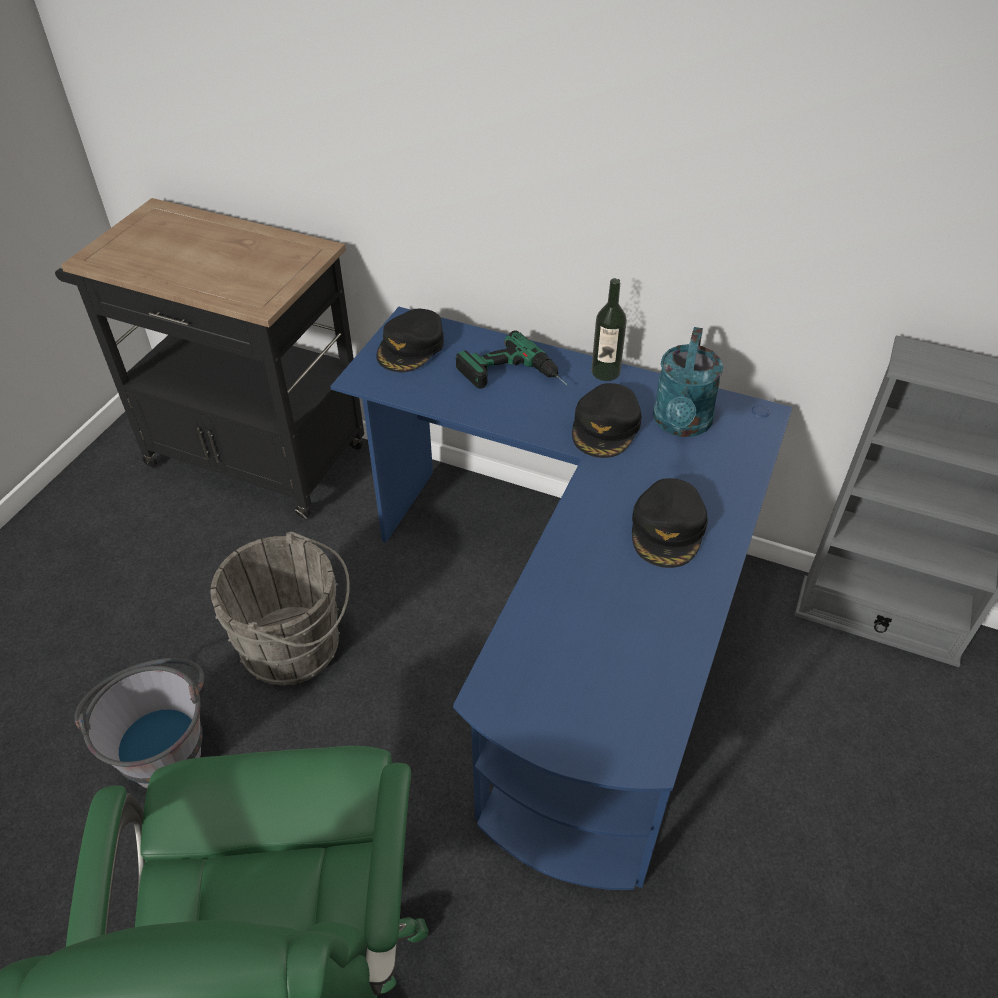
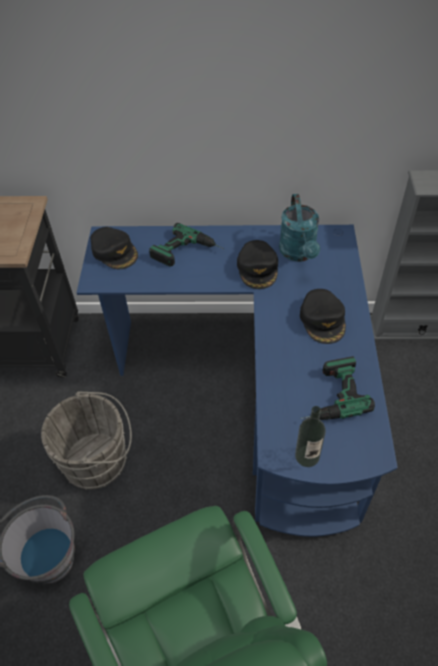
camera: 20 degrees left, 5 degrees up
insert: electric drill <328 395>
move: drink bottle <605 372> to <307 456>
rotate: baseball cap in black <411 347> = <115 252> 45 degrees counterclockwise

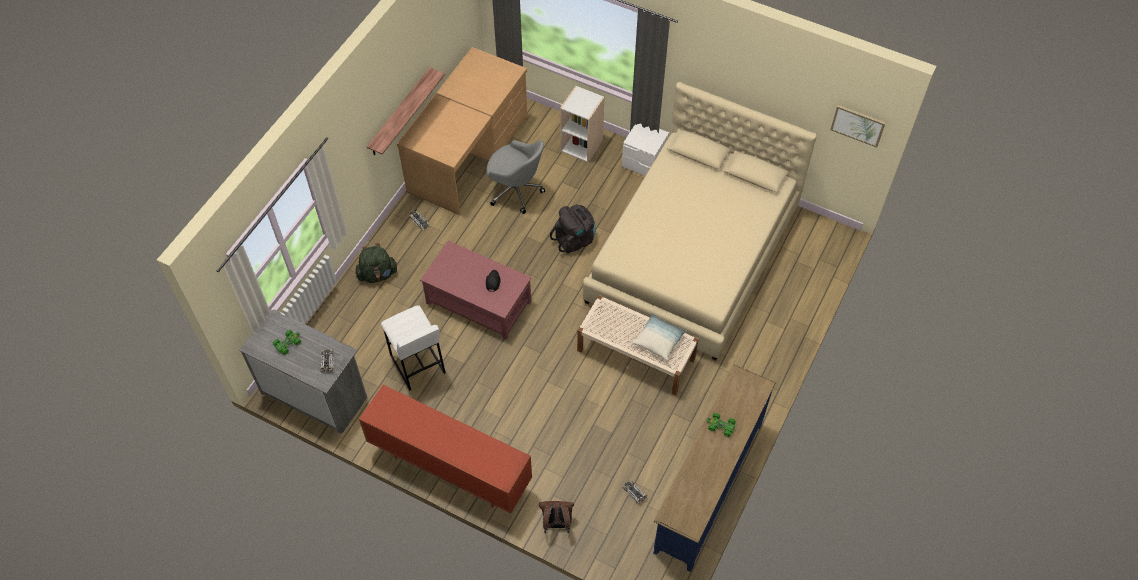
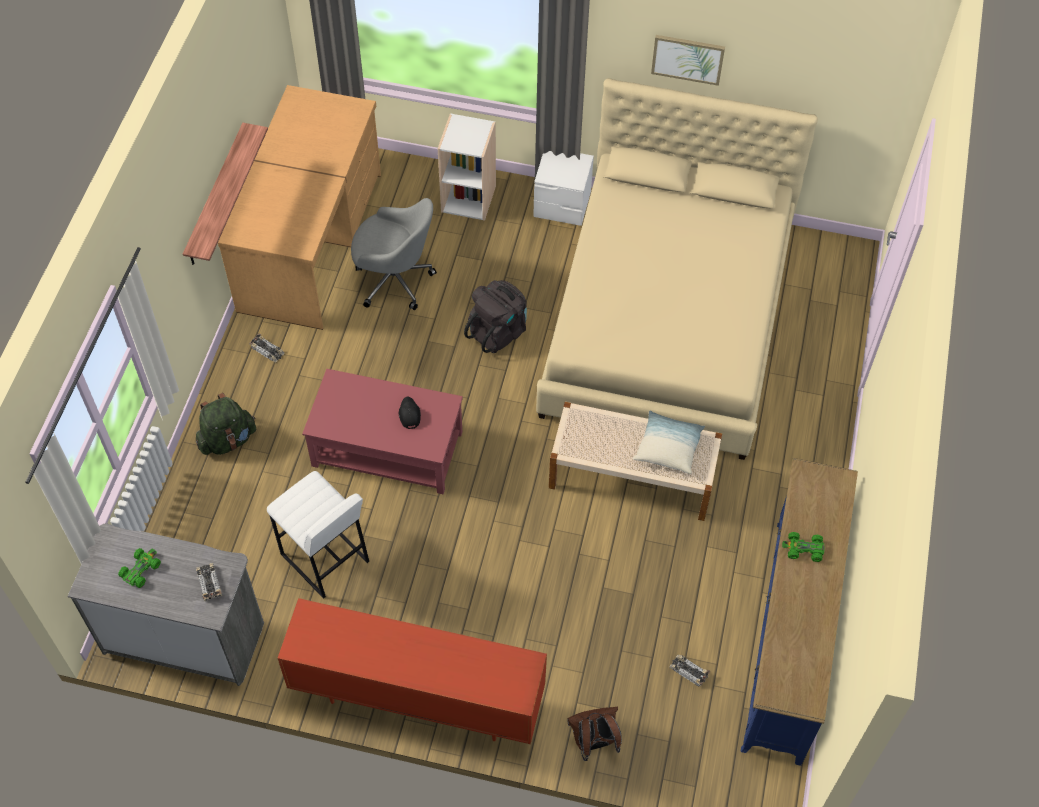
camera: 15 degrees left, 0 degrees up
move: wall picture <858 125> to <687 59>

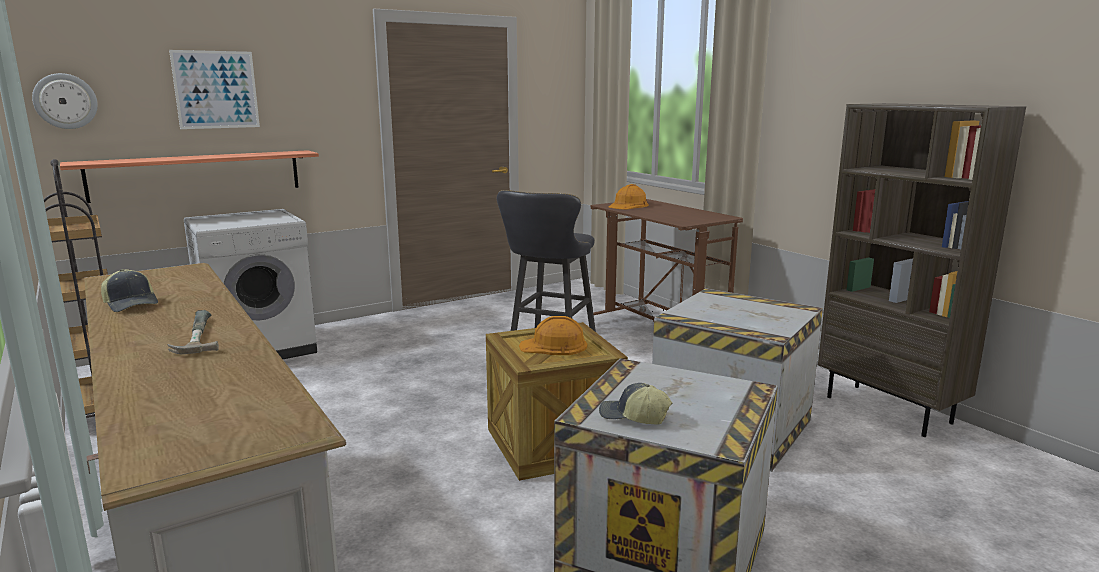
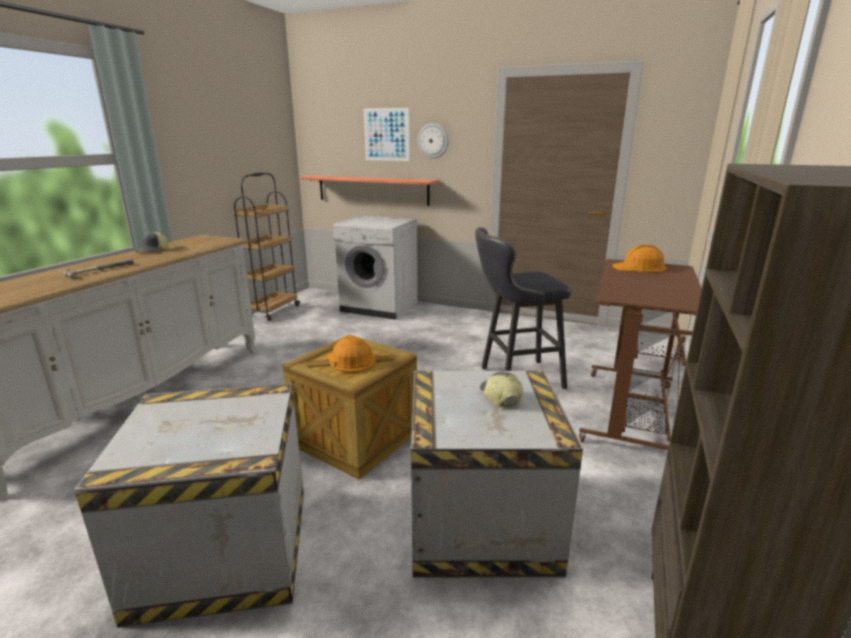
camera: 55 degrees right, 5 degrees up
move: wall clock <65 101> to <433 141>; baseball cap <633 417> to <499 396>

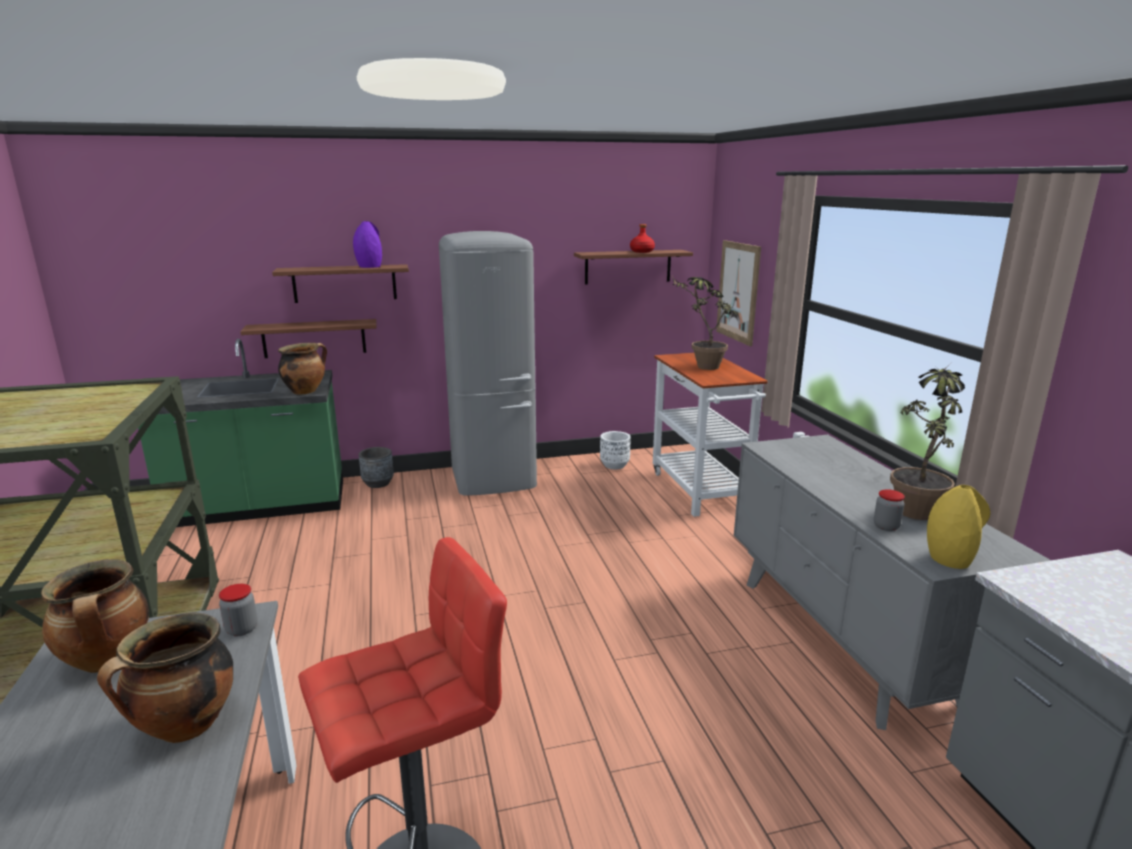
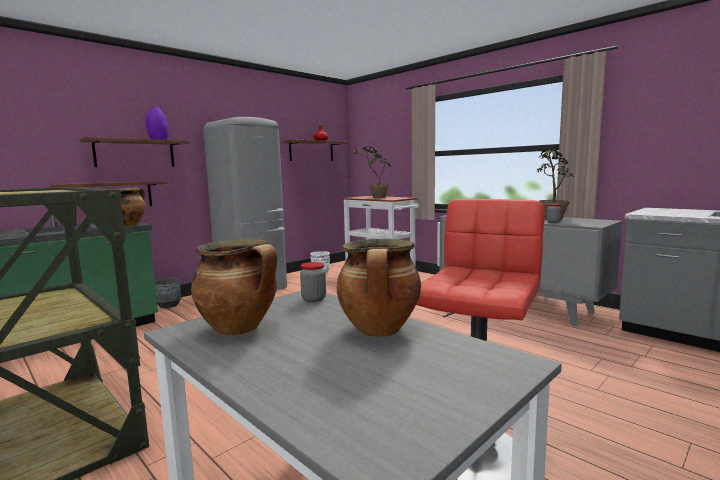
camera: 30 degrees left, 10 degrees down
delete: wall picture <738 291>; vase in yellow <950 559>

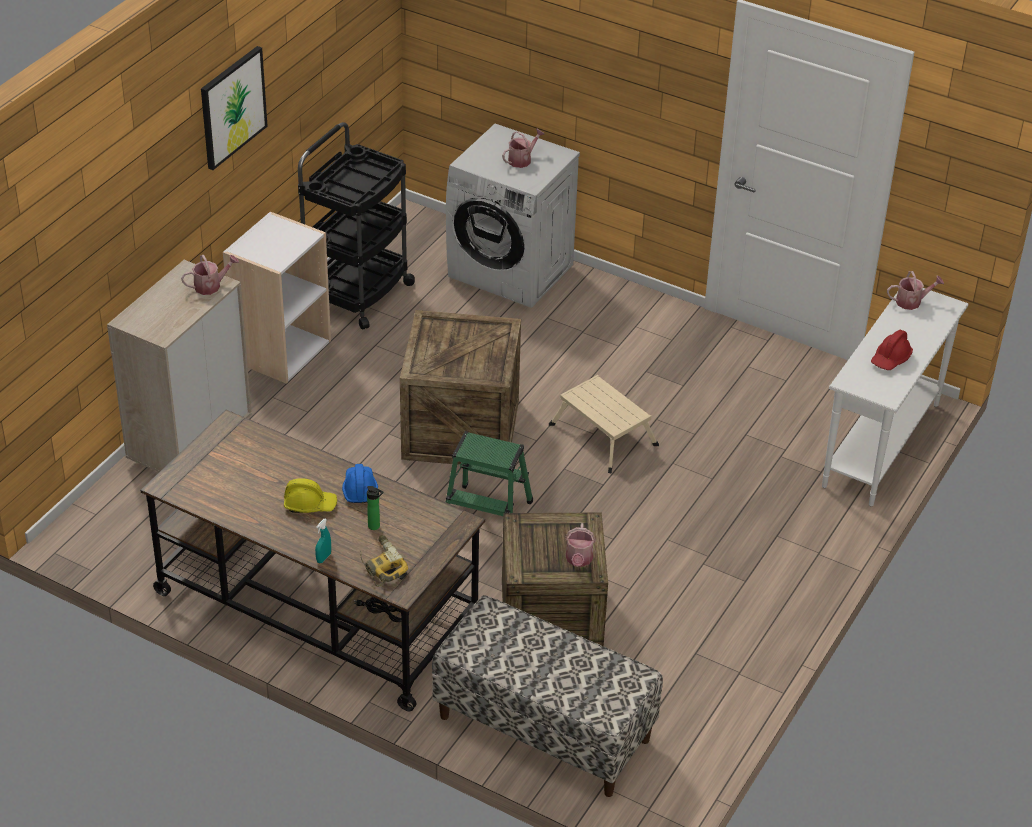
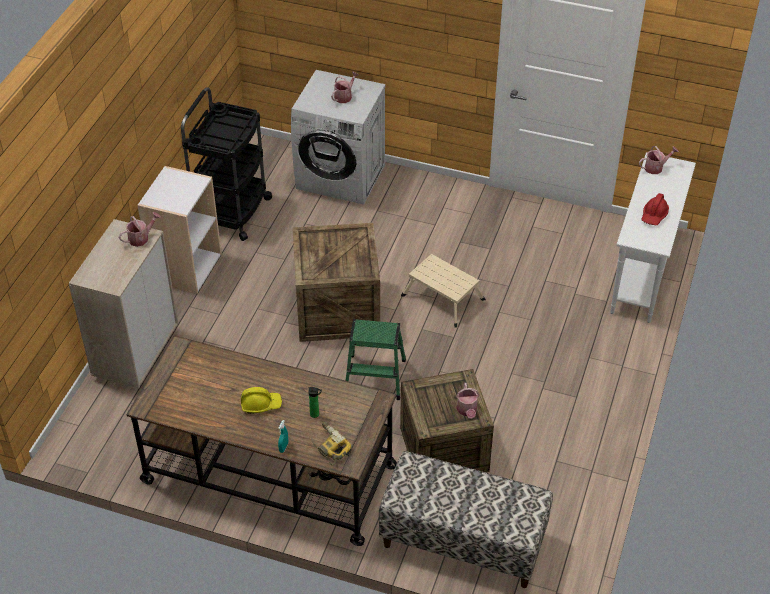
camera: 10 degrees left, 5 degrees up
delete: wall picture <232 107>; hard hat in bluish <359 489>

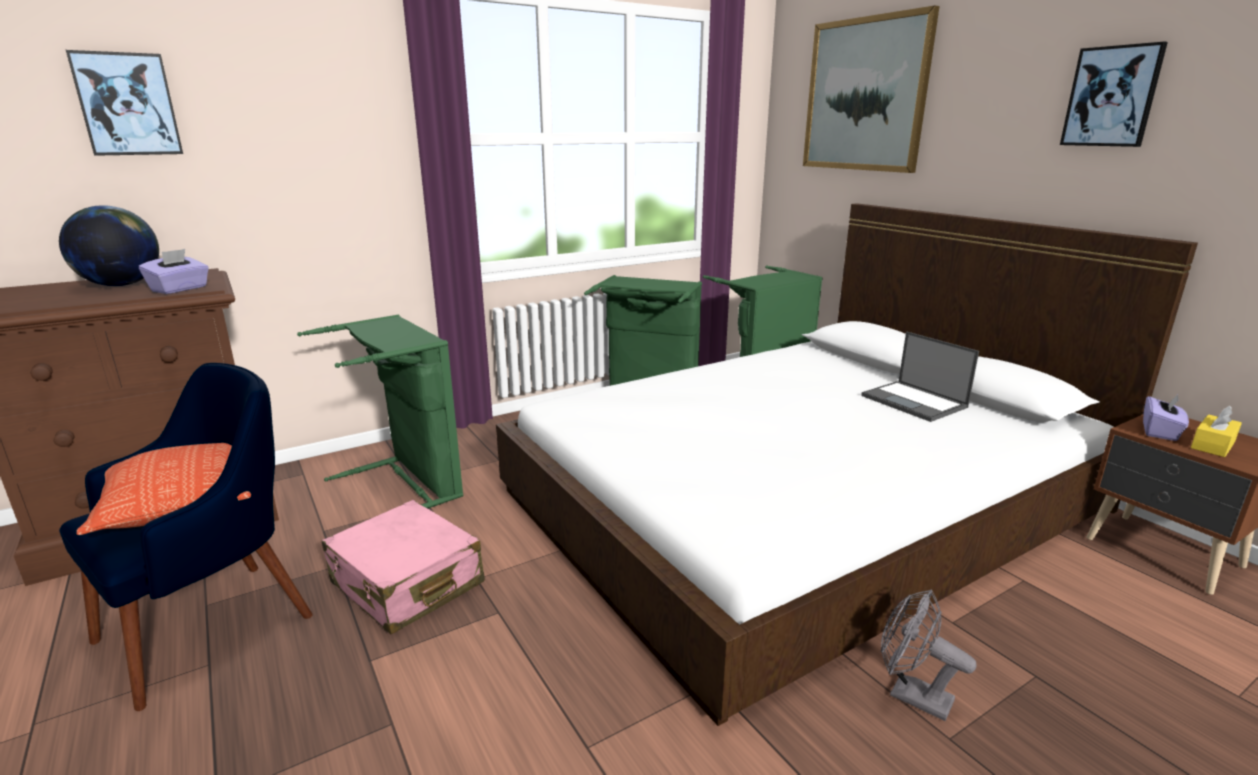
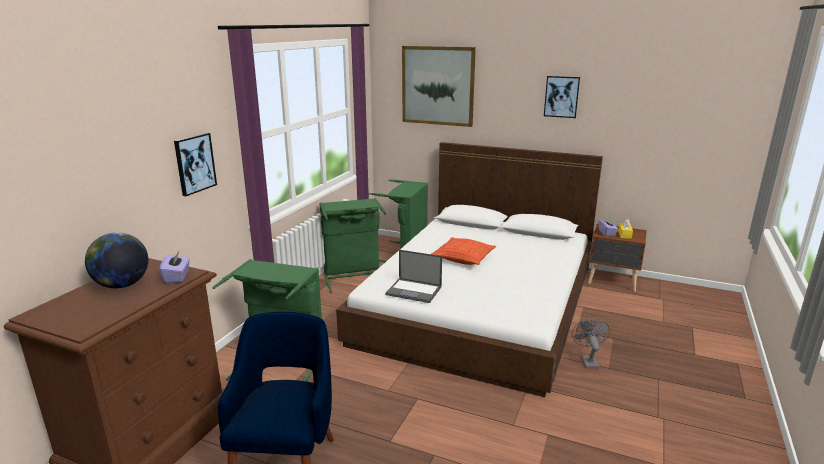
camera: 35 degrees left, 0 degrees up
delete: travel case in pinkish <407 583>
move: wall picture <127 104> to <194 163>; portable computer <915 402> to <414 291>; cushion in orange-coloured <181 504> to <464 259>
rotate: electric fan in grey <911 695> = <588 360> 90 degrees clockwise

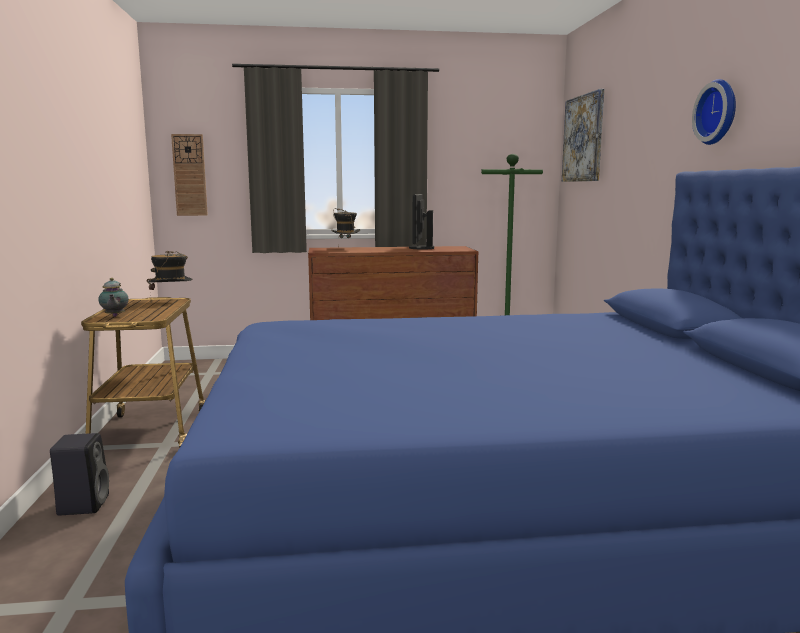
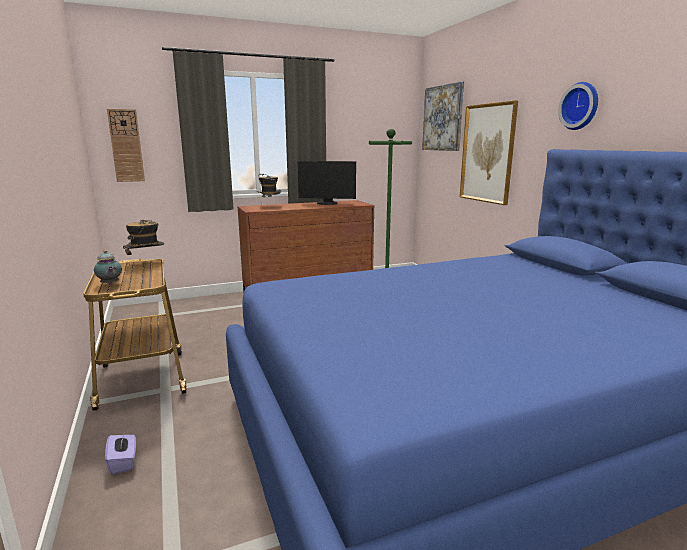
camera: 15 degrees left, 5 degrees up
insert: wall picture <487 153>
replace: audio speaker in black <83 504> to box of tissues in purplish <123 462>
rotate: computer screen <420 248> = <327 203> 75 degrees counterclockwise

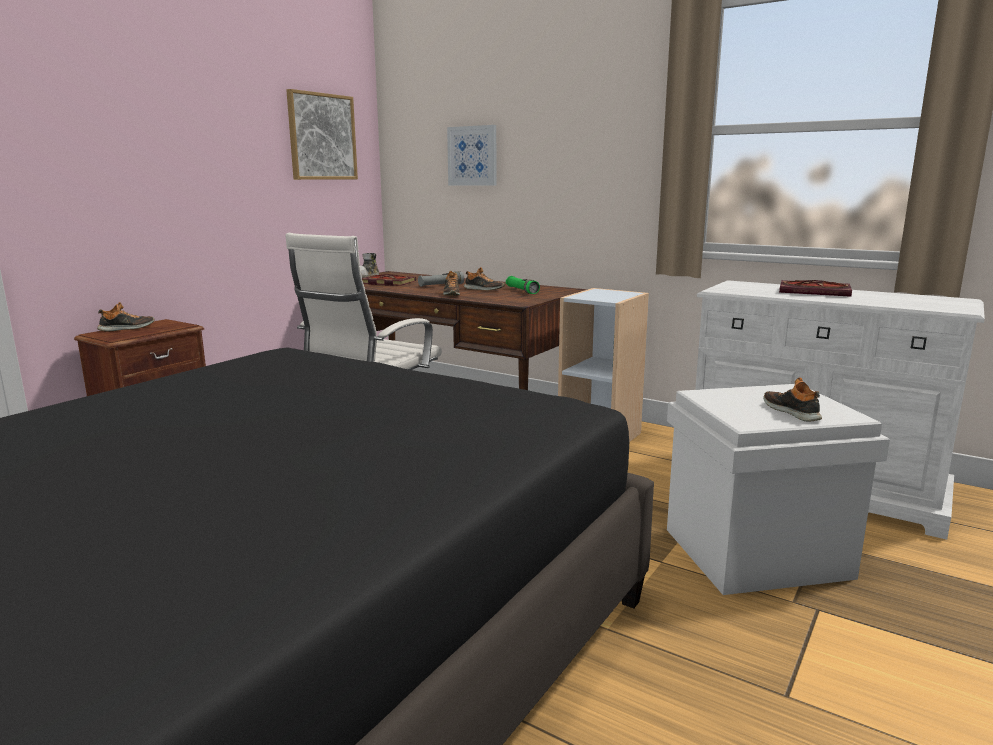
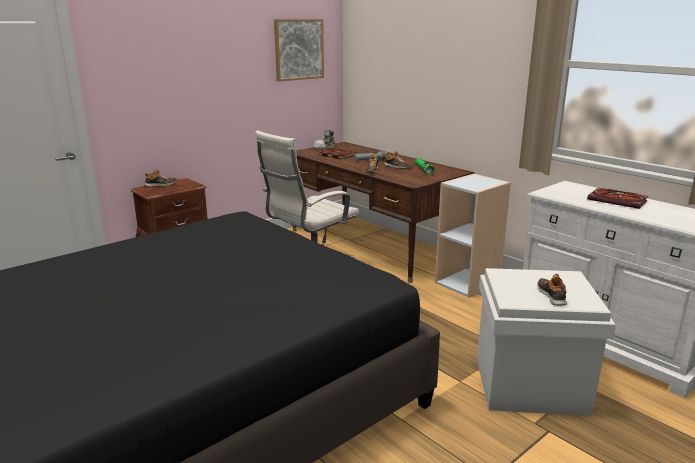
camera: 15 degrees right, 5 degrees up
delete: wall picture <472 156>

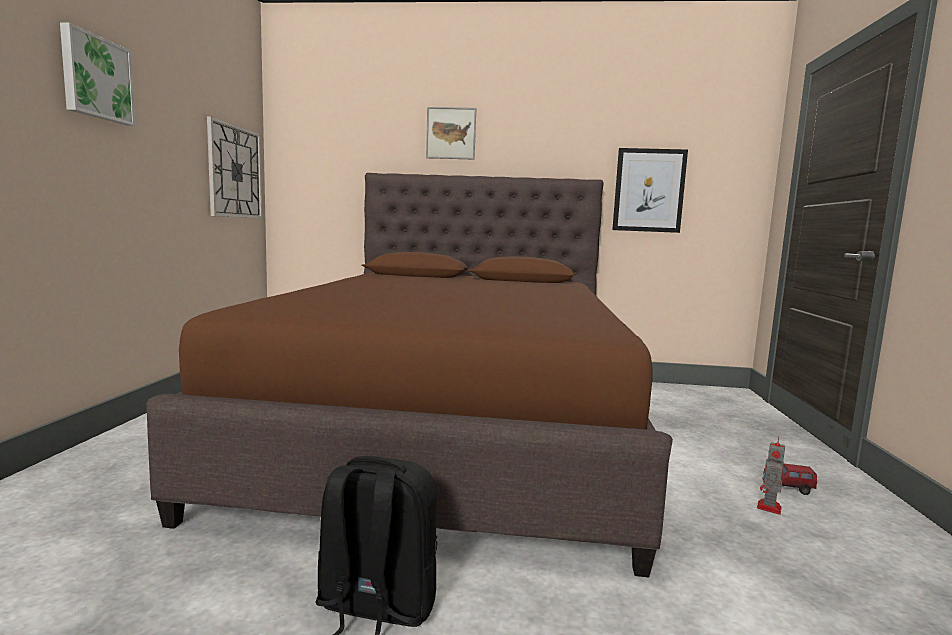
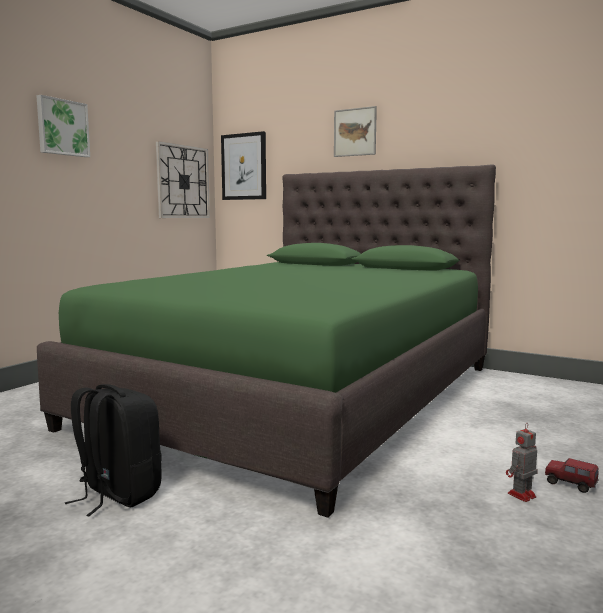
camera: 25 degrees right, 0 degrees up
move: wall picture <648 190> to <244 166>
recolor: bedroom bed in brown <451 425> to bedroom bed in greenish <302 394>

